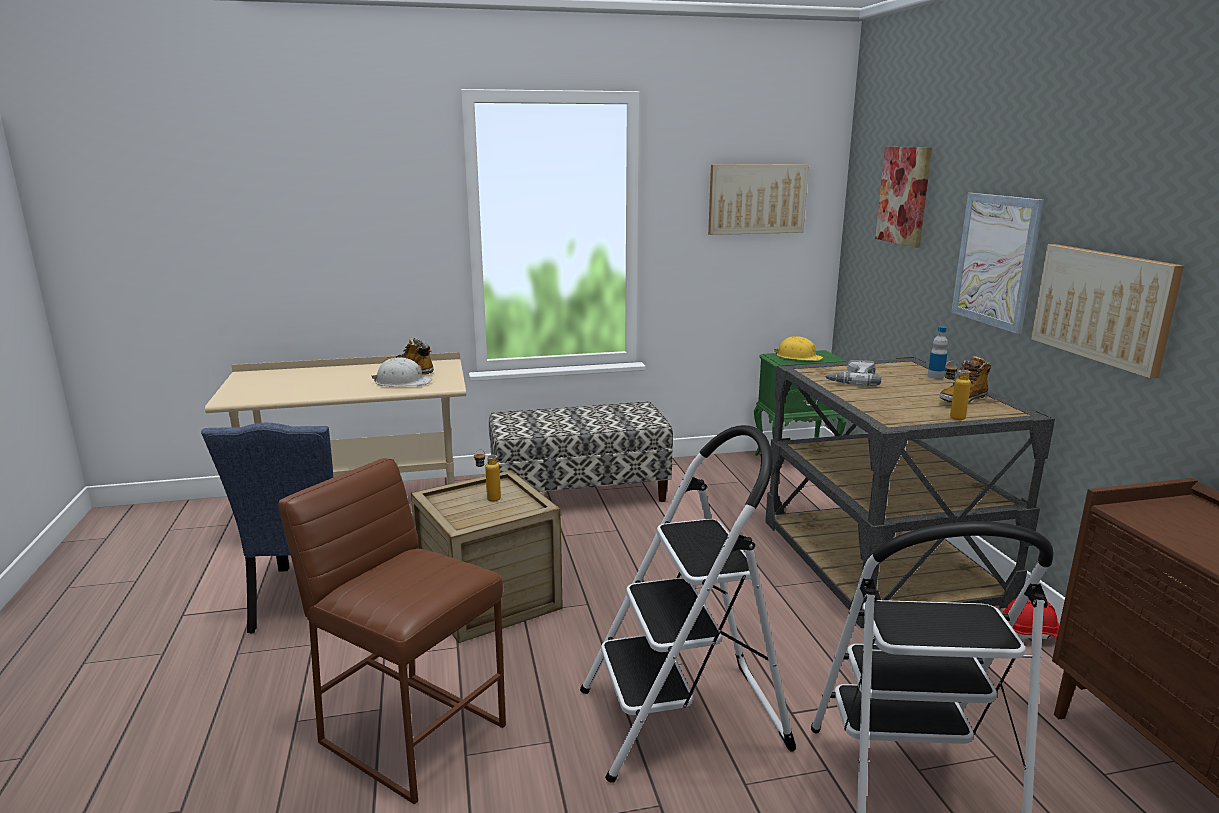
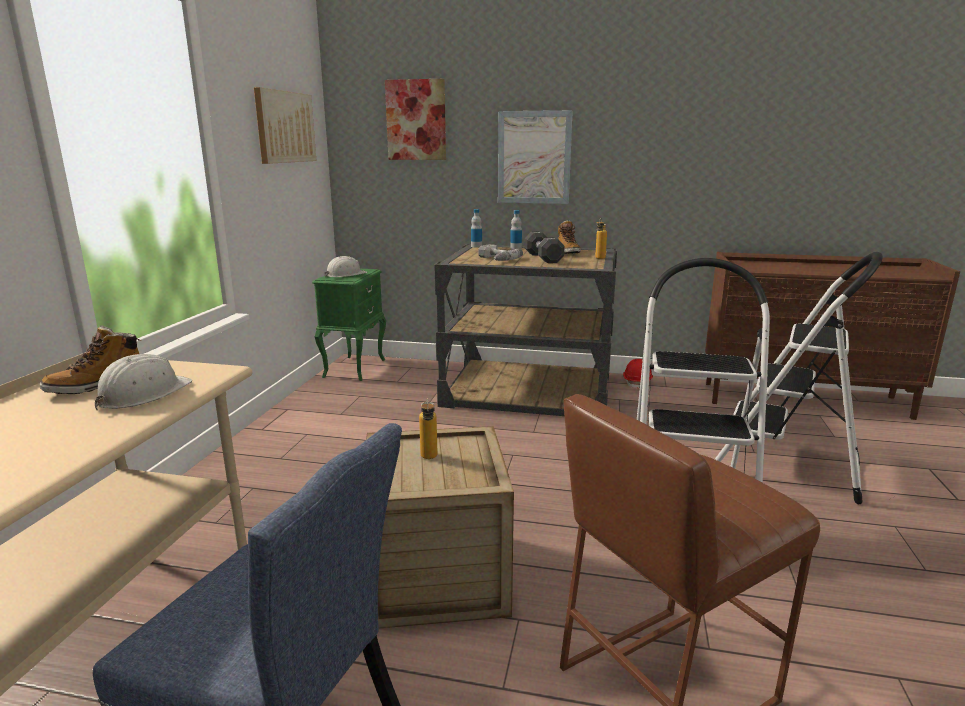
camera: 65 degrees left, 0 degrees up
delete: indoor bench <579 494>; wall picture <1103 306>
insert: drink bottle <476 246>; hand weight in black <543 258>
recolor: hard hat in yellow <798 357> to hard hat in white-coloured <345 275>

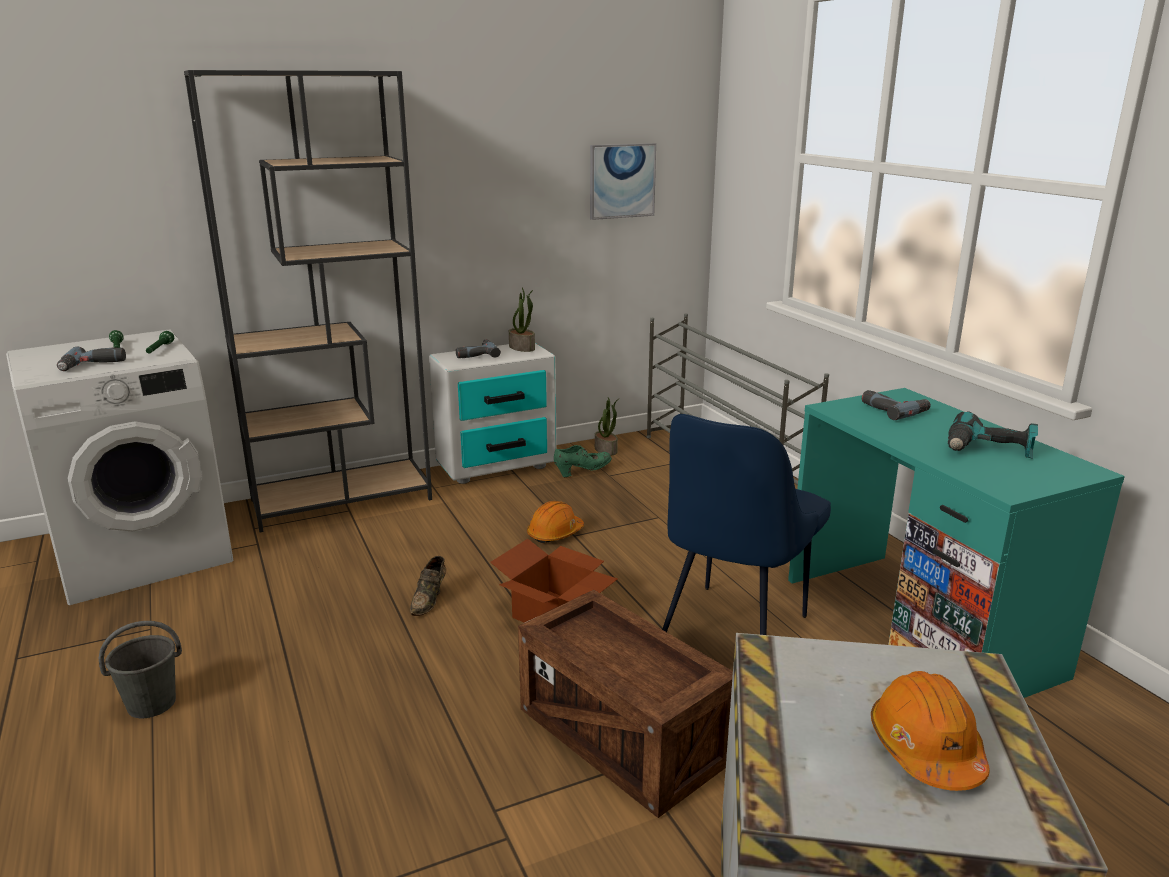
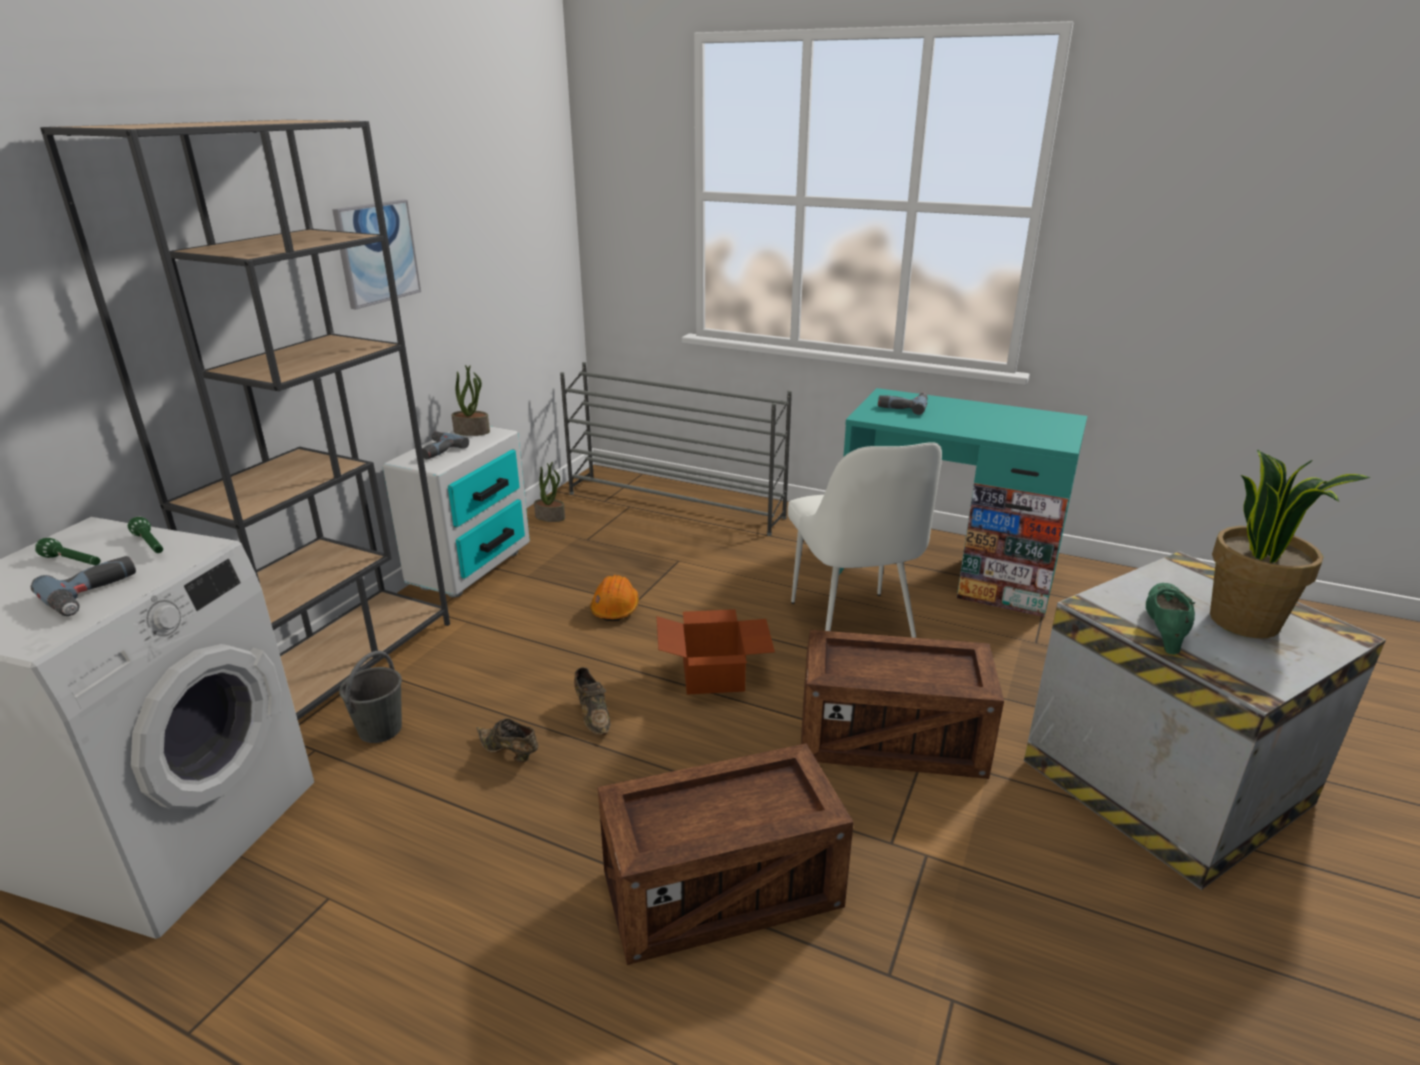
camera: 40 degrees left, 5 degrees up
delete: electric drill <988 450>
insert: shoe in brown <509 752>; packing crate <722 889>
move: wall picture <621 181> to <377 253>; bucket in grey <152 703> to <381 729>; shoe in greenish <583 472> to <1164 631>
replace: hard hat in orange-coloured <925 749> to potted plant <1245 621>
recolor: upright chair in bluish <733 632> to upright chair in white-coloured <853 627>

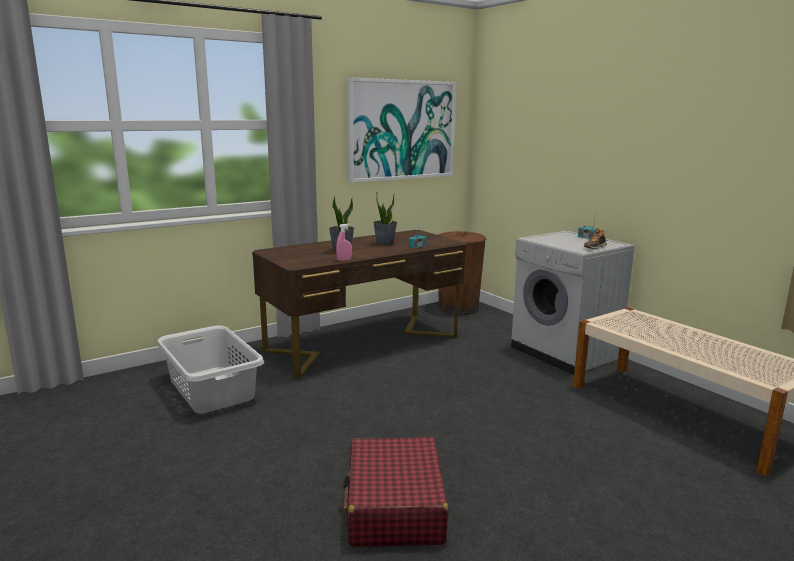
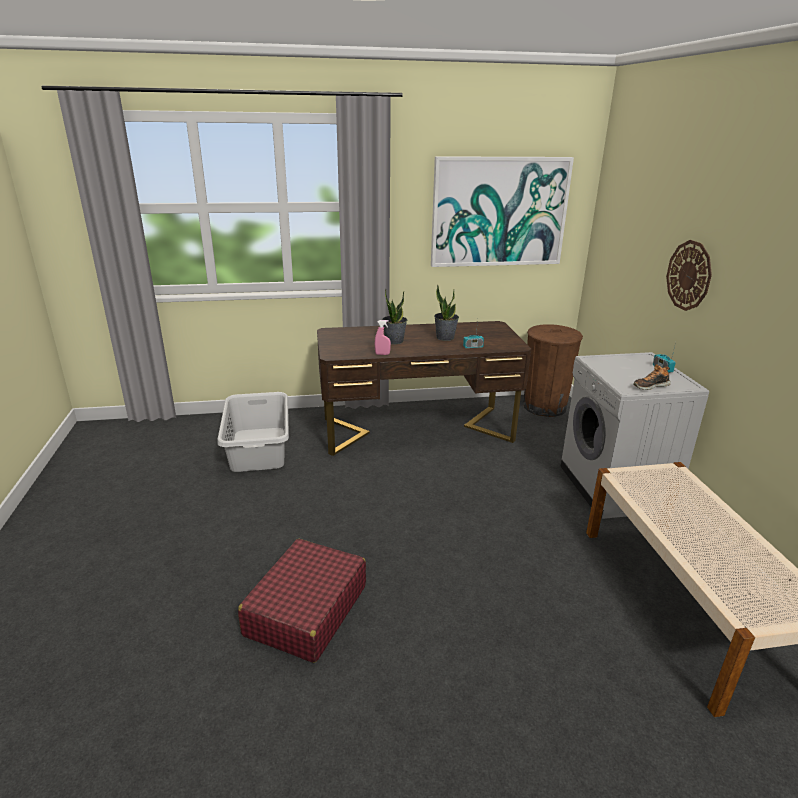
camera: 25 degrees right, 10 degrees up
insert: wall clock <689 275>

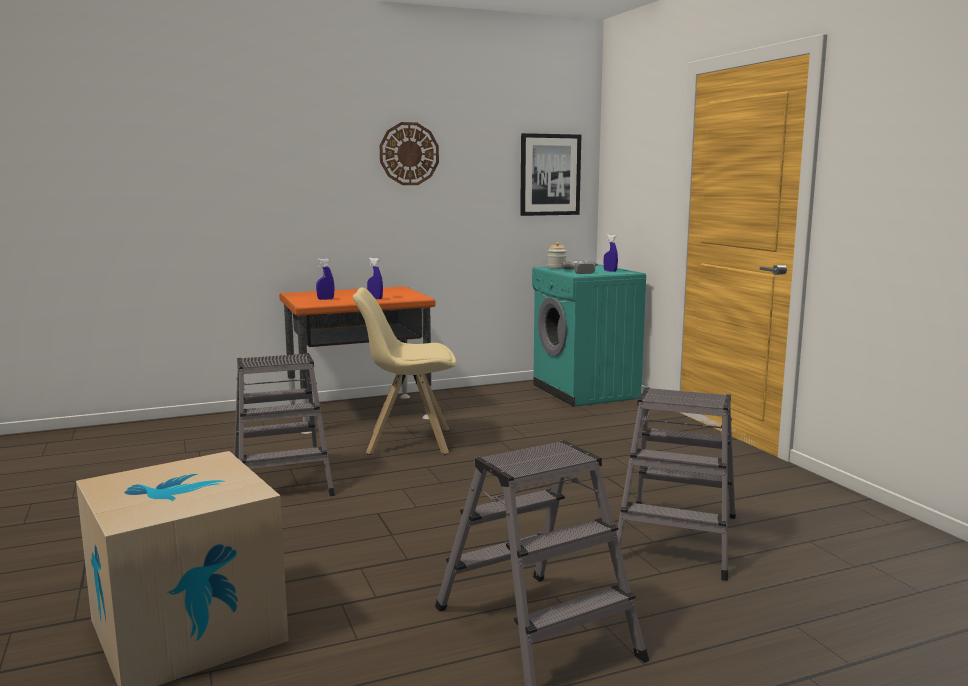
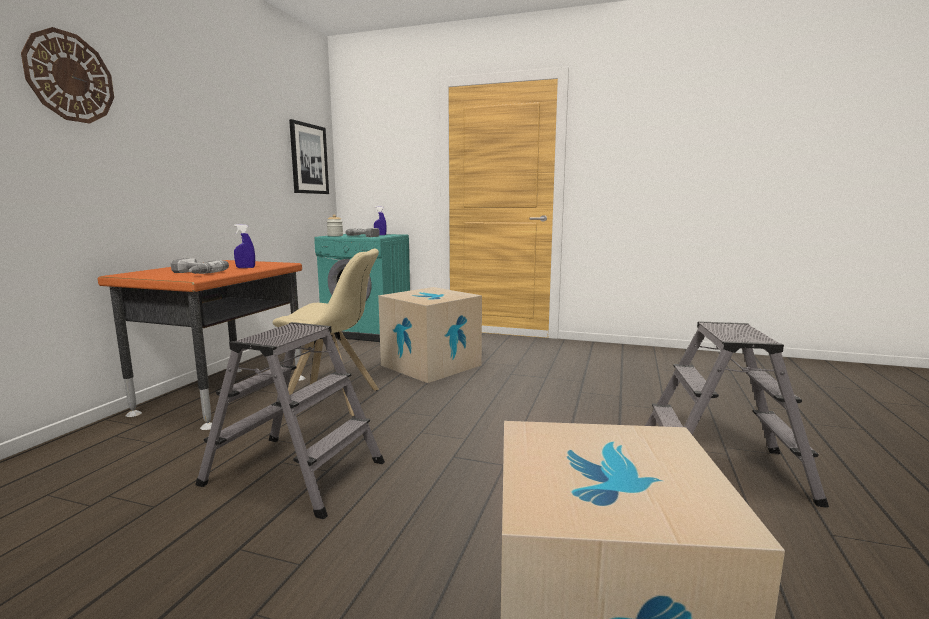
camera: 50 degrees left, 0 degrees up
delete: stepladder in grey <677 537>
insert: cardboard box <431 365>
move: wall clock <409 154> to <70 77>
replace: sprayer in bluish <325 299> to electric drill <193 273>
rotate: upright chair in beige <408 442> = <332 400> 120 degrees counterclockwise

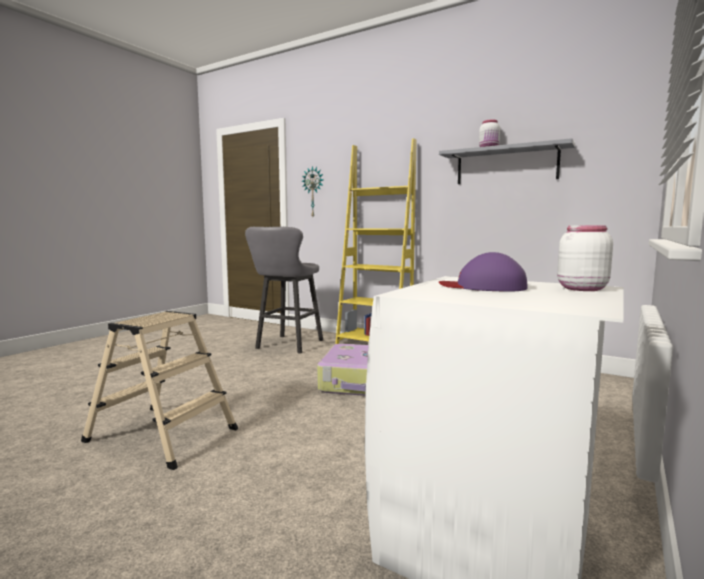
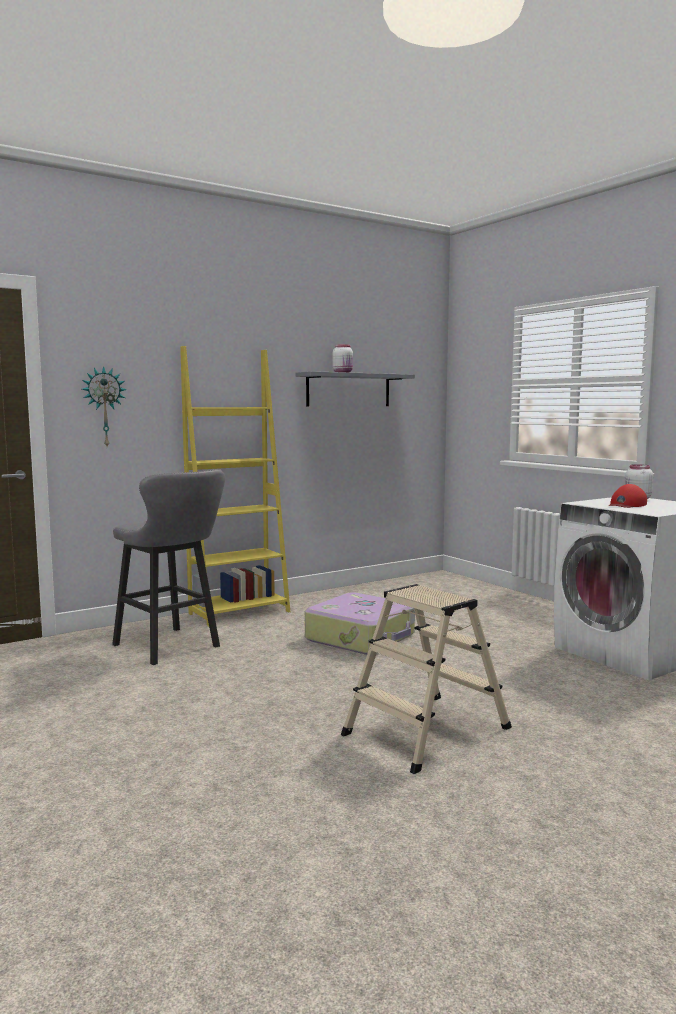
camera: 65 degrees left, 0 degrees up
recolor: baseball cap in purplish <483 287> to baseball cap in reddish <626 505>

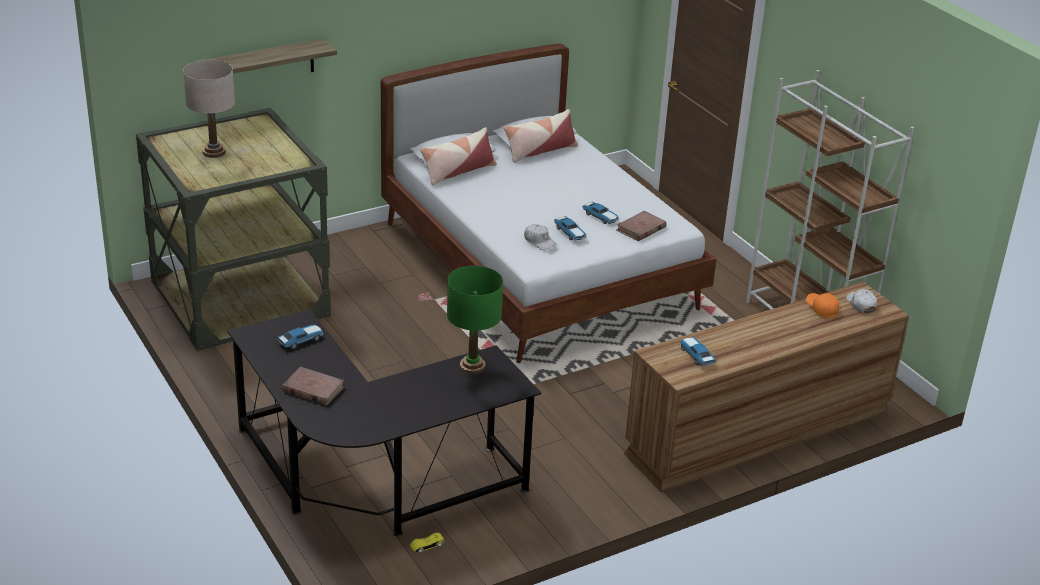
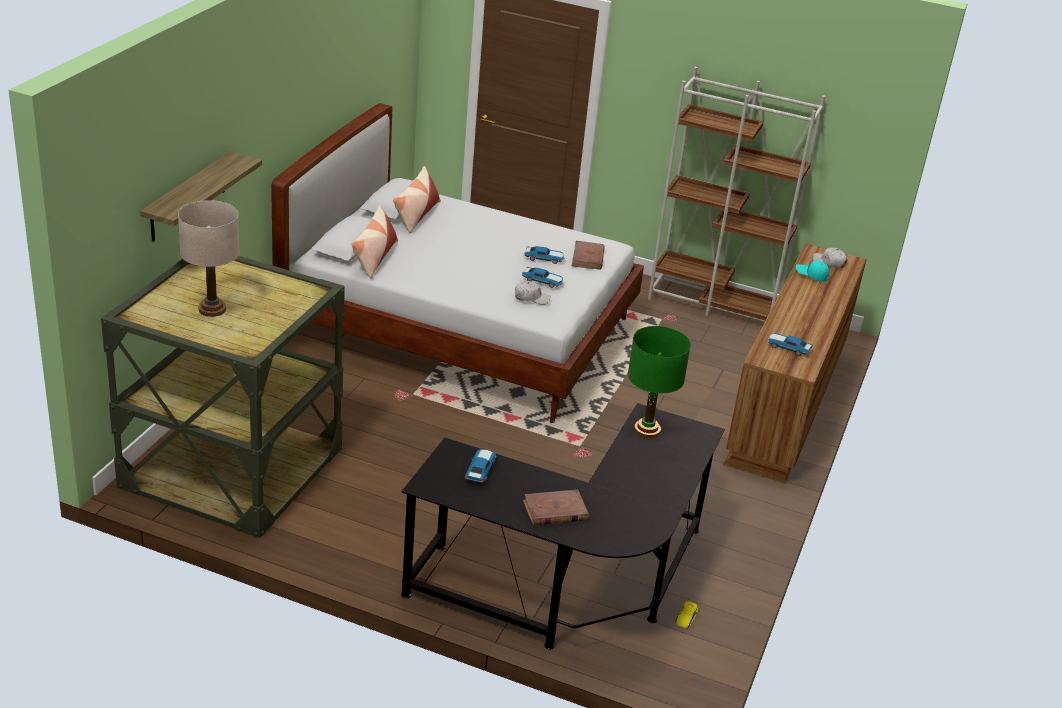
camera: 40 degrees left, 0 degrees up
recolor: baseball cap in orange-coloured <821 309> to baseball cap in turquoise-coloured <811 276>

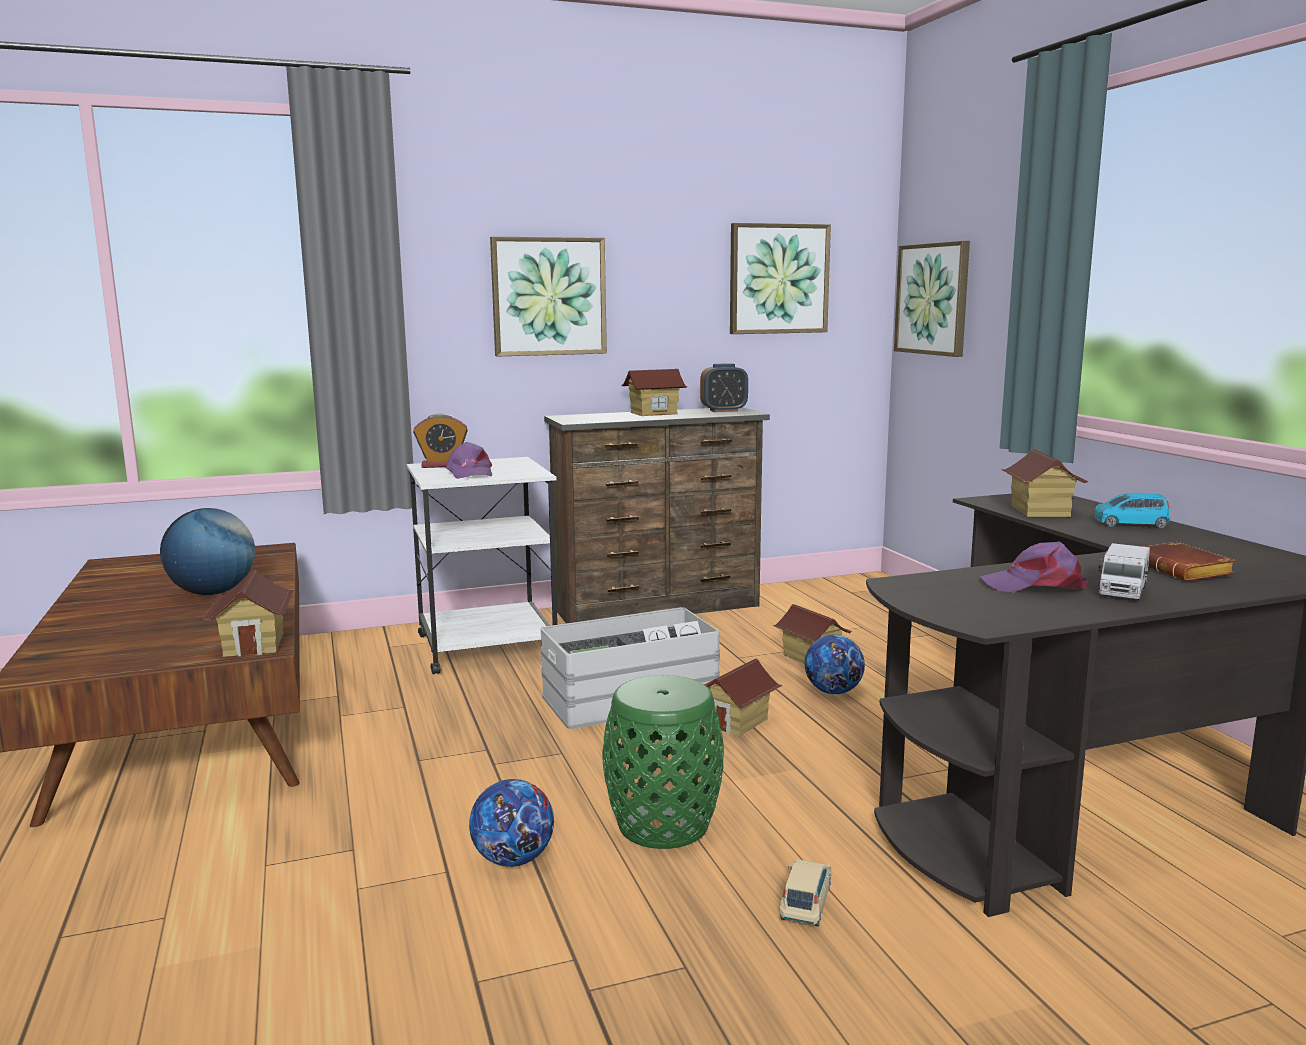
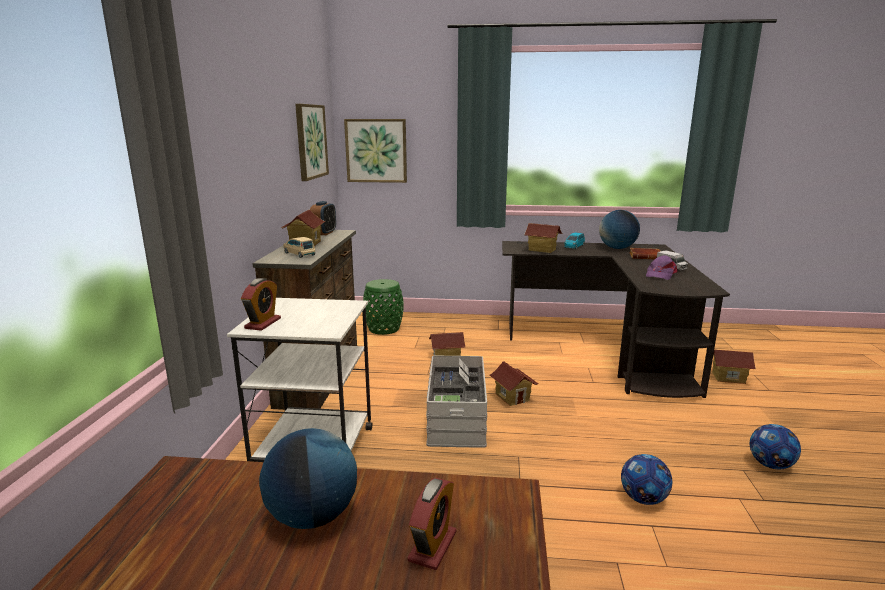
camera: 65 degrees left, 5 degrees up
delete: baseball cap in purplish <469 473>; wall picture <548 296>
insert: table clock <432 546>; world globe <617 248>
move: model car in beige <806 902> to <299 254>; stool in greenish <663 825> to <384 329>; toy house <255 644> to <728 377>; football ball <833 691> to <770 465>

